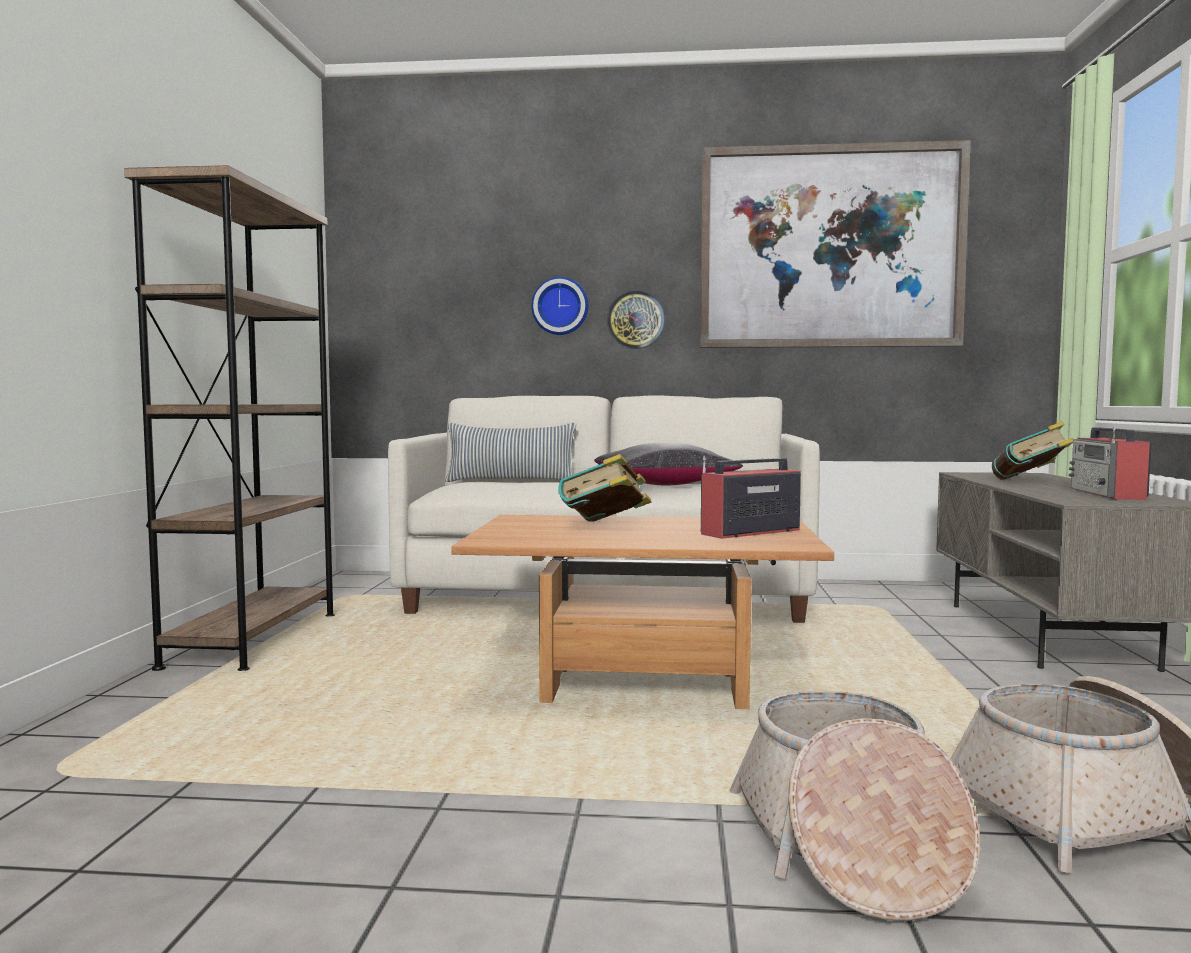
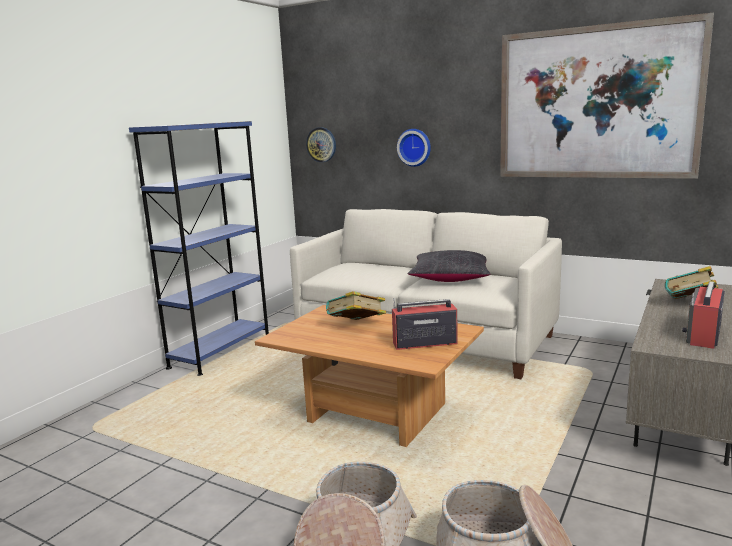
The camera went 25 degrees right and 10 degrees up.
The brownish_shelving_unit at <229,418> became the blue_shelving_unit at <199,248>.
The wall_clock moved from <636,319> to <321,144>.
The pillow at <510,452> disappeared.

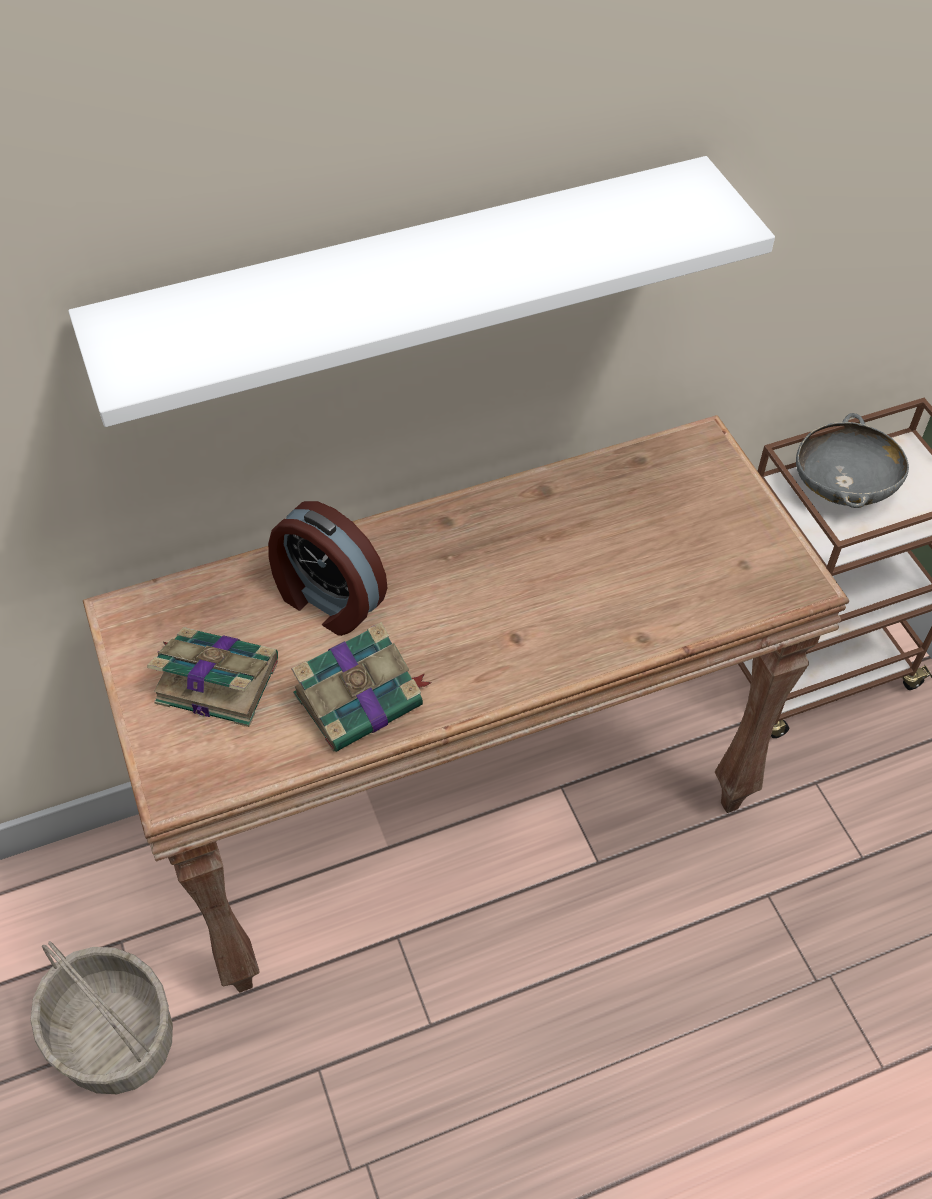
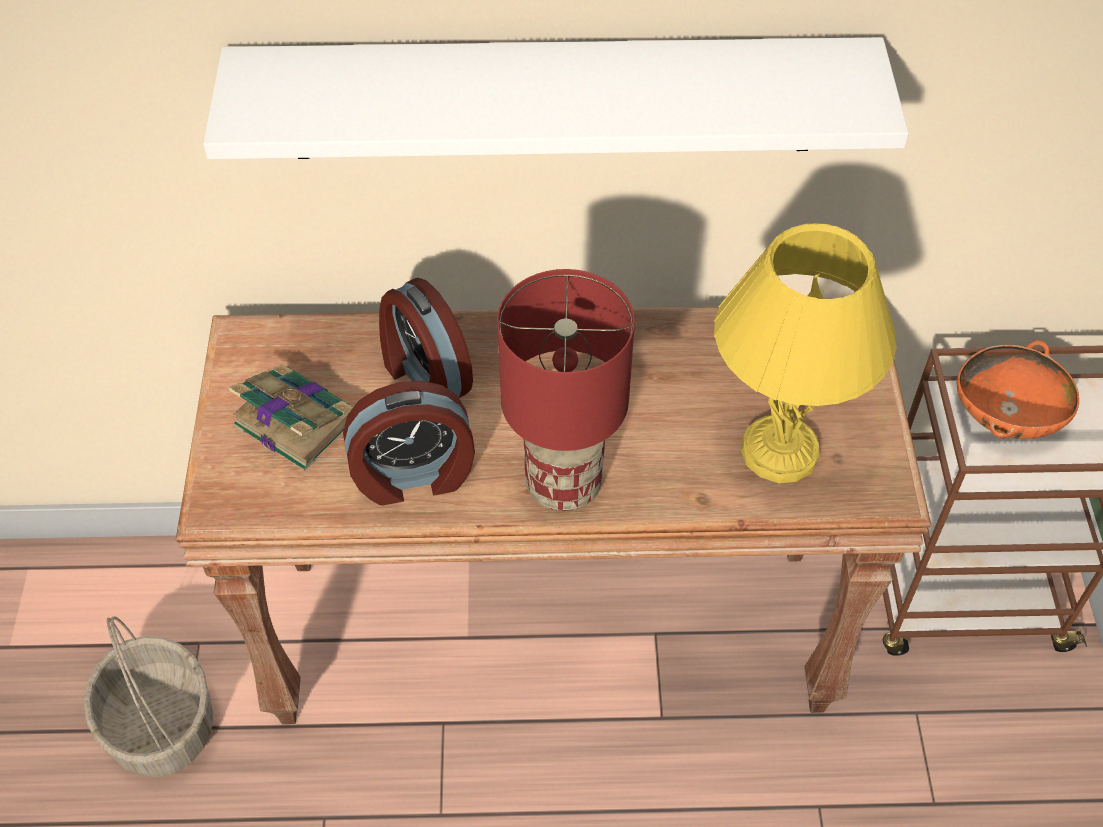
The camera went 20 degrees right and 0 degrees up.
The gray_bowl at <852,460> became the orange_bowl at <1018,389>.
The book at <362,687> was replaced by the table_clock at <409,443>.
The yellowish_lamp_for_a_table at <805,353> appeared.
The red-coloured_lamp_for_a_table at <566,390> appeared.

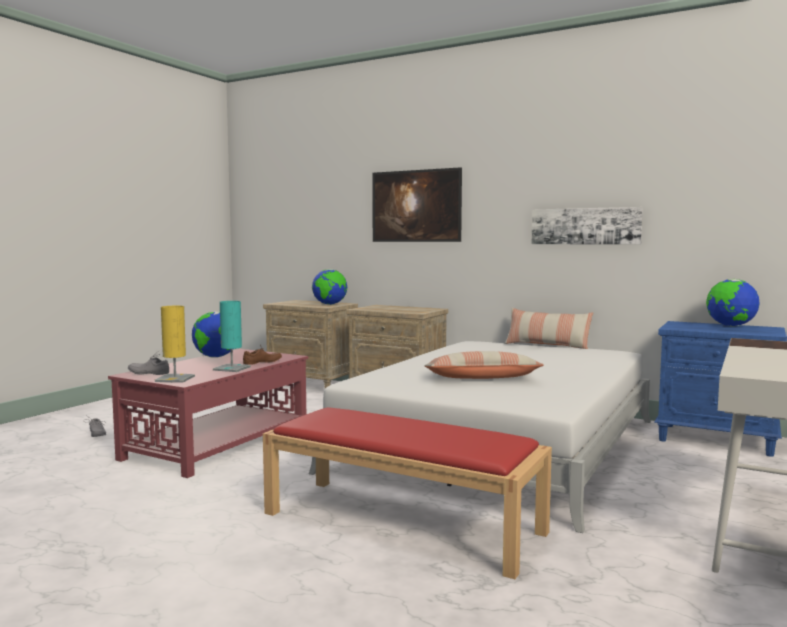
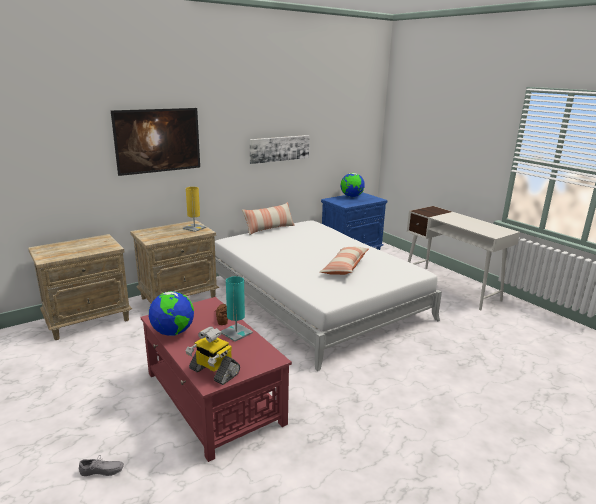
The camera went 65 degrees left and 15 degrees up.
The world_globe at <329,287> disappeared.
The yellowish_lamp_for_a_table moved from <175,344> to <194,209>.
The gray_low_shoe at <148,362> was replaced by the robot_figure at <213,356>.
The red-coloured_bench at <407,493> disappeared.

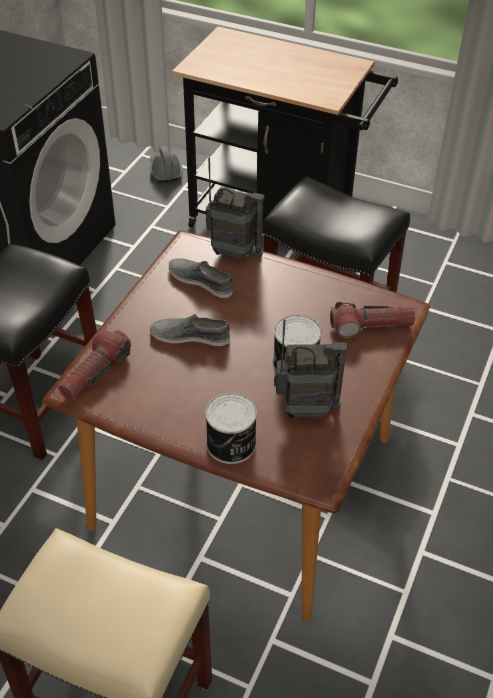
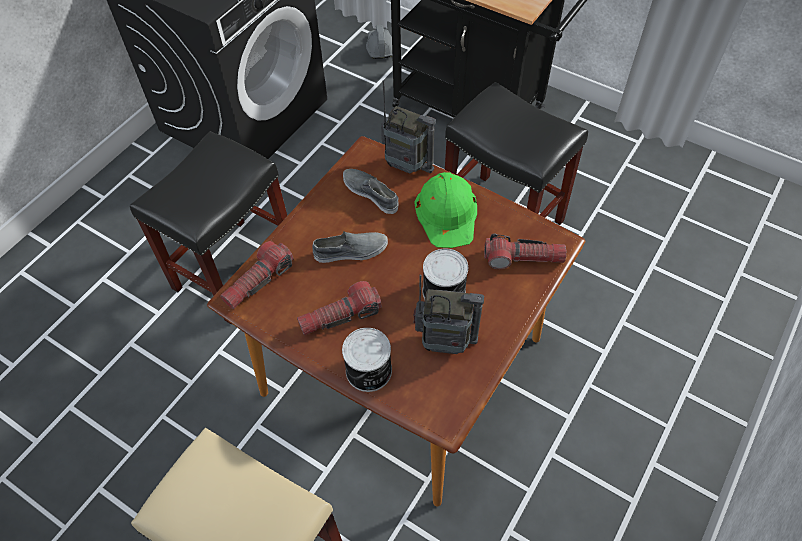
The camera went 10 degrees right and 10 degrees up.
The gray_low_shoe at <190,330> turned 150 degrees clockwise.
The green_hard_hat at <445,210> appeared.
The torch at <339,308> appeared.

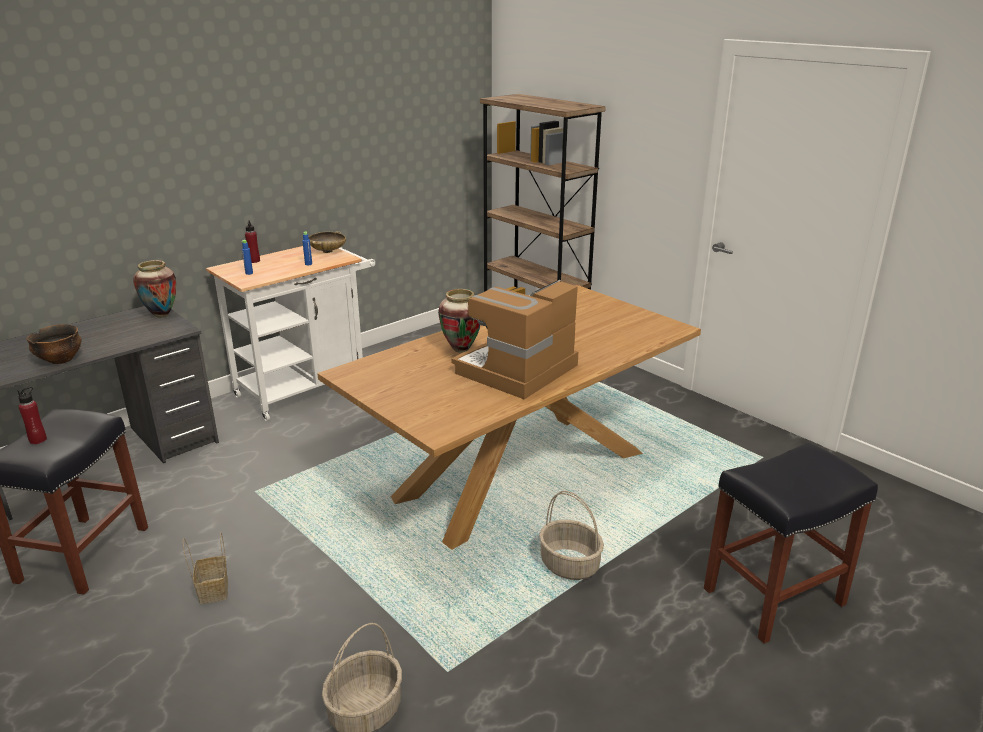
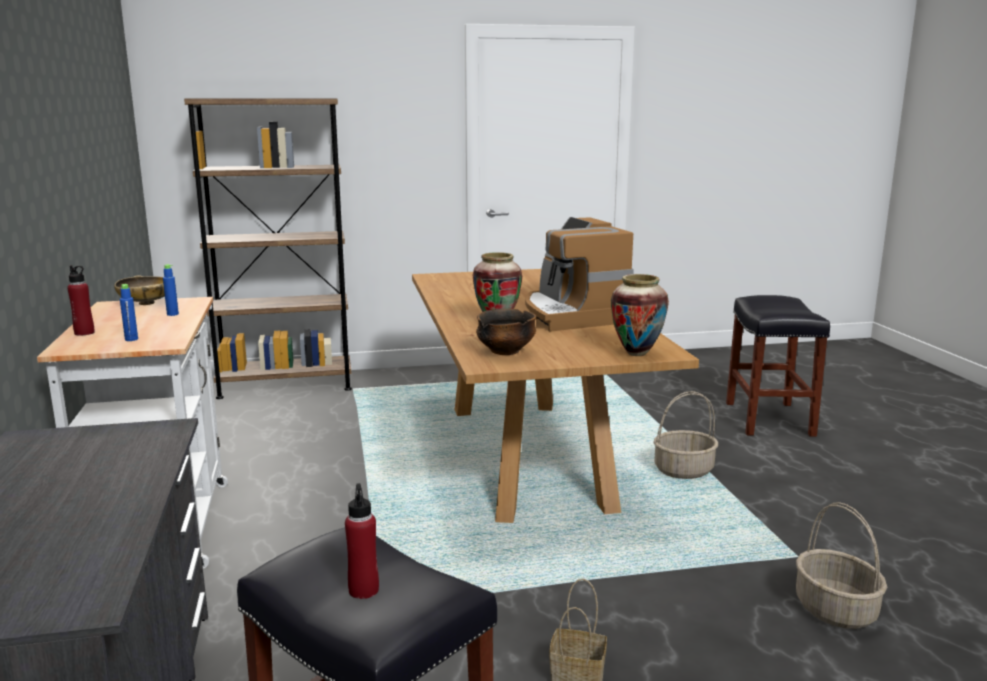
The camera went 60 degrees left and 10 degrees down.
The decorative_vase moved from <154,289> to <640,315>.
The bowl moved from <54,344> to <506,332>.

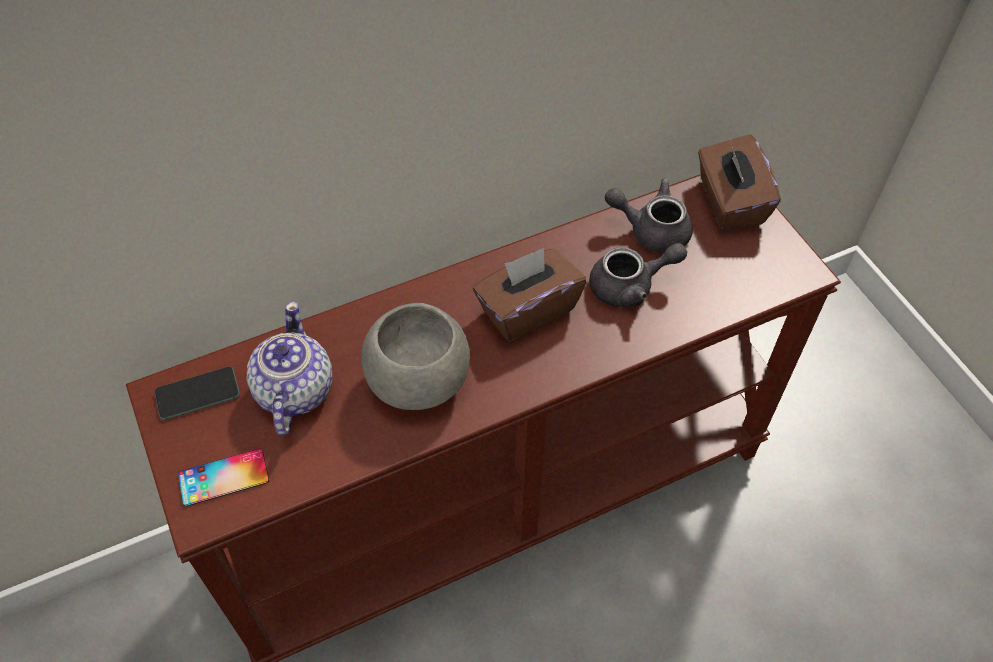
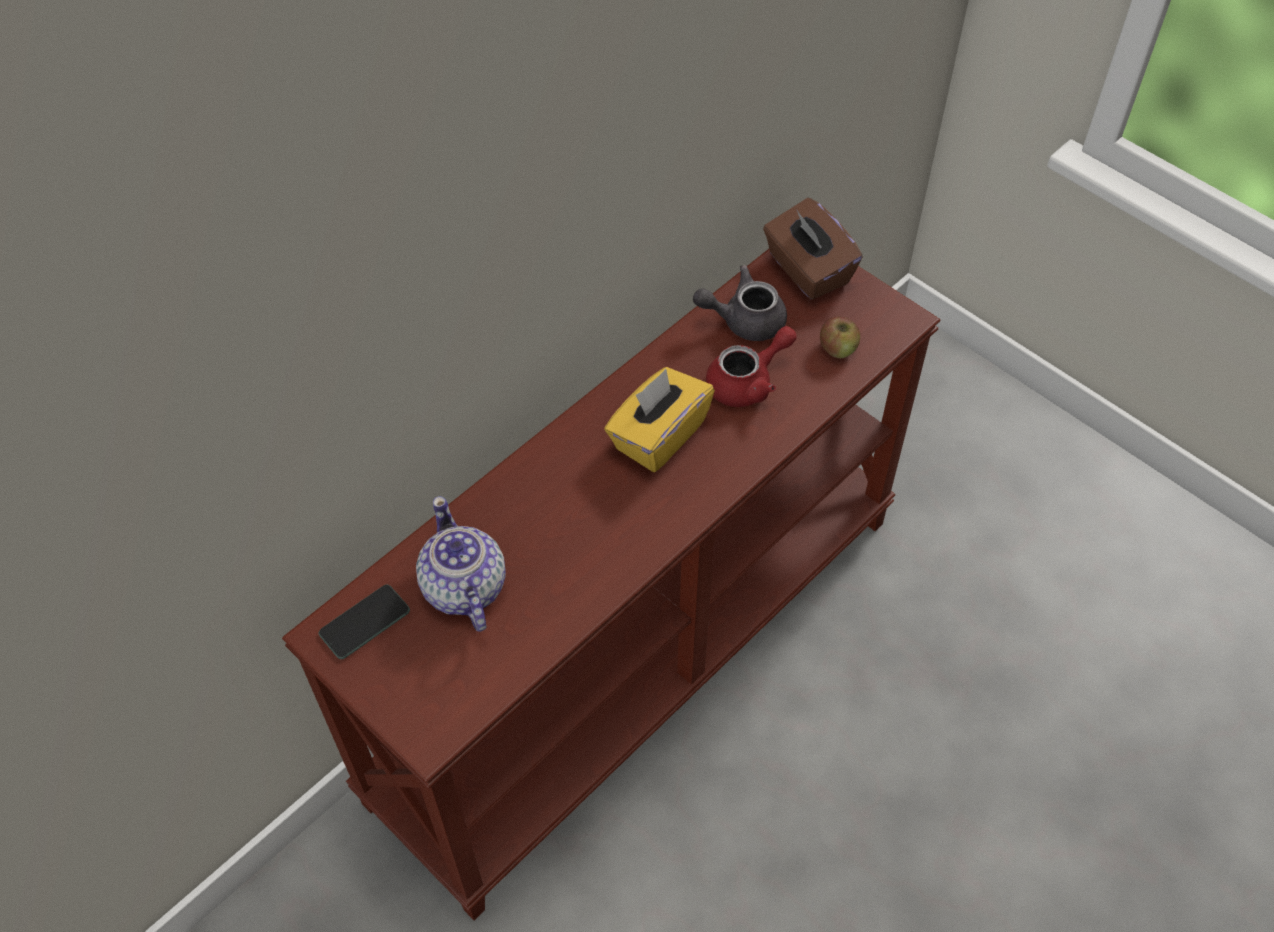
The camera went 20 degrees left and 0 degrees up.
The gray_tea_pot at <638,275> became the red-coloured_tea_pot at <751,366>.
The brownish_tissue_box at <529,294> became the yellowish_tissue_box at <659,419>.
The gray_bowl at <415,356> disappeared.
The phone at <223,478> disappeared.
The apple_fruit at <840,337> appeared.

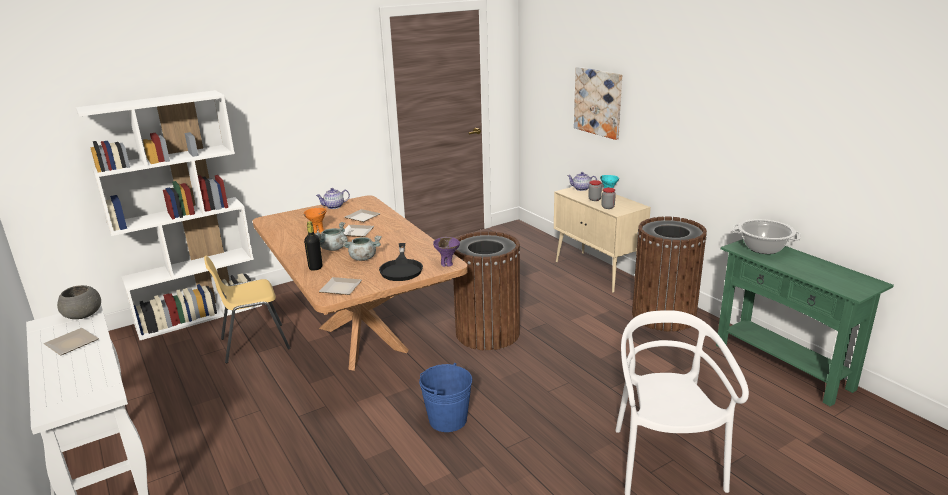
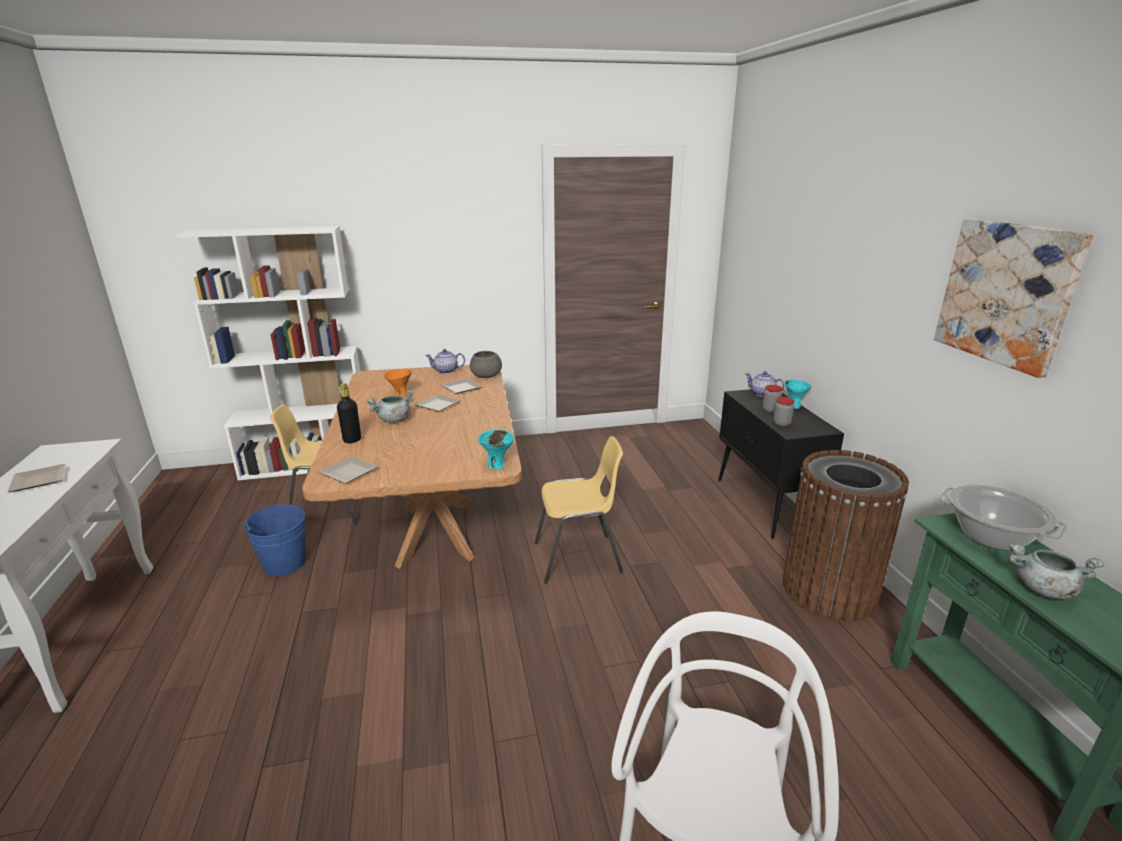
The camera went 20 degrees right and 0 degrees up.
The wall_art moved from <598,103> to <1013,298>.
The beige_storage_cabinet at <602,240> became the black_storage_cabinet at <781,464>.
The brownish_rubbish_bin at <486,291> was replaced by the yellowish_upright_chair at <579,510>.
The gray_stockpot moved from <361,248> to <1056,571>.
The purple_bowl at <446,252> became the blue-green_bowl at <496,449>.
The black_pan at <401,262> disappeared.
The gray_bowl moved from <79,302> to <486,364>.
The blue_bucket moved from <445,397> to <275,540>.

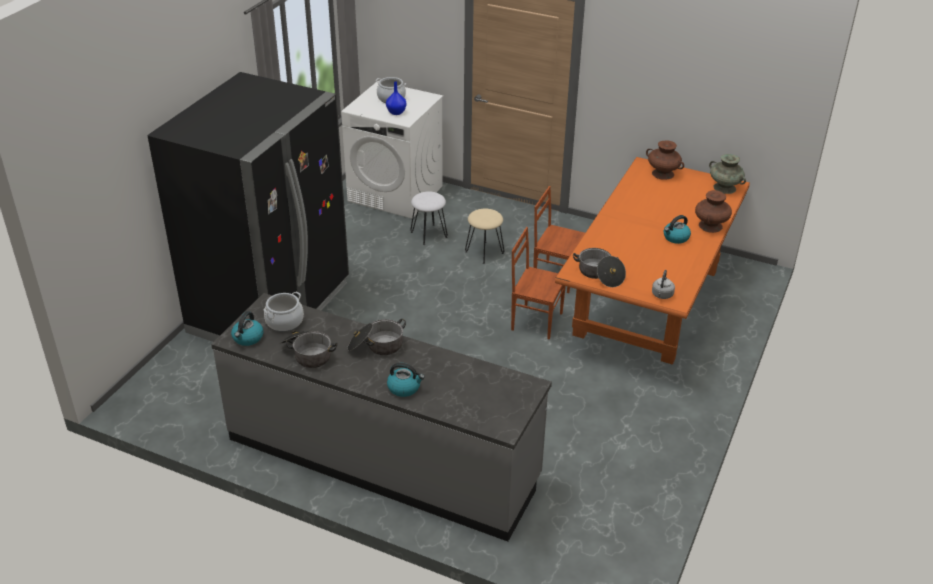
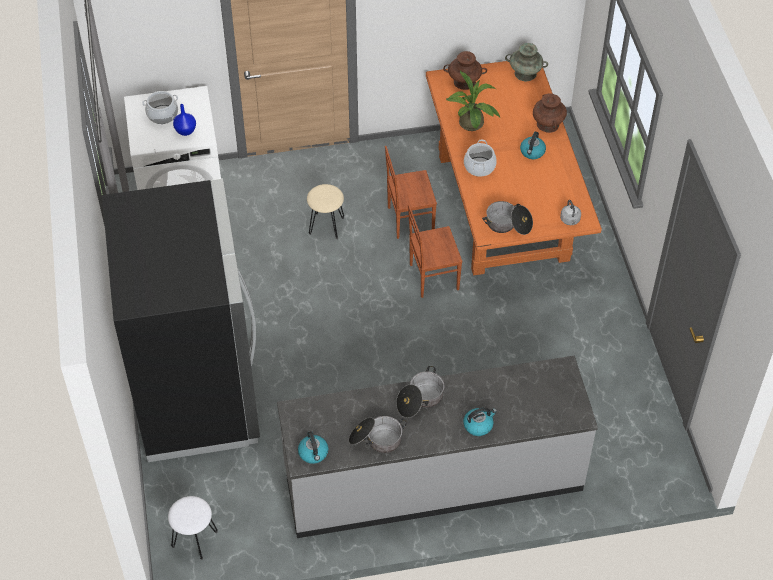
The camera went 35 degrees left and 15 degrees up.
The white_stool moved from <429,218> to <193,527>.
The stockpot moved from <283,312> to <480,158>.
The potted_plant at <473,101> appeared.

